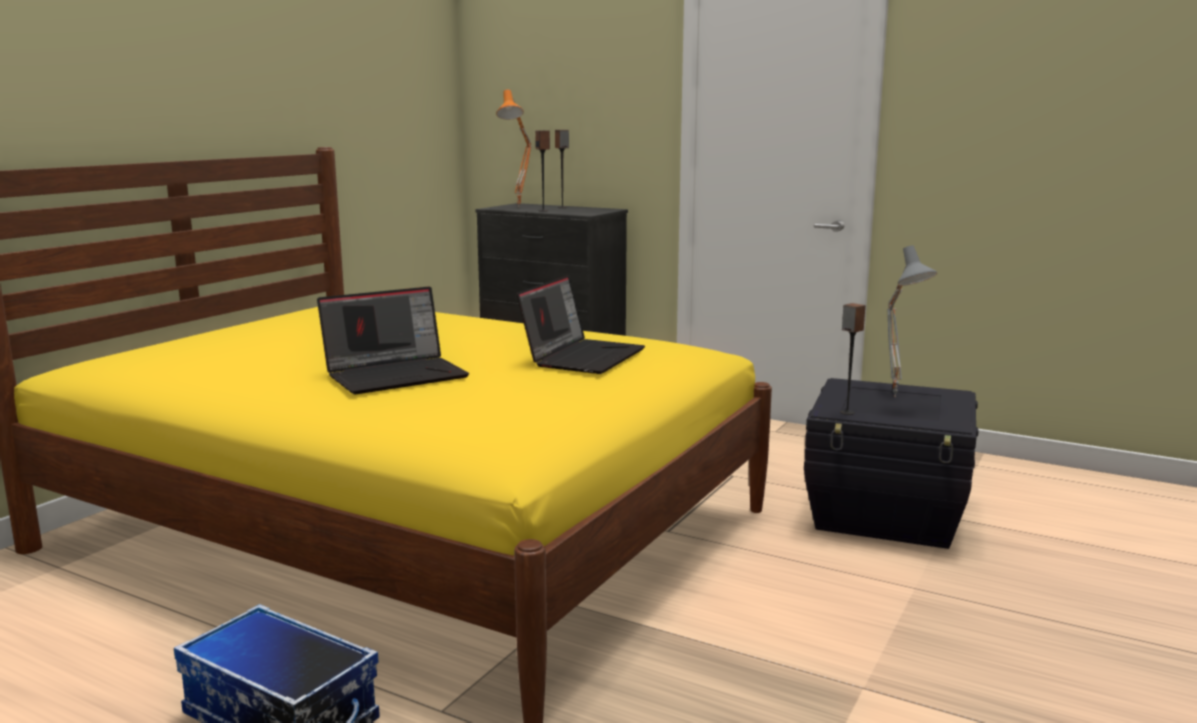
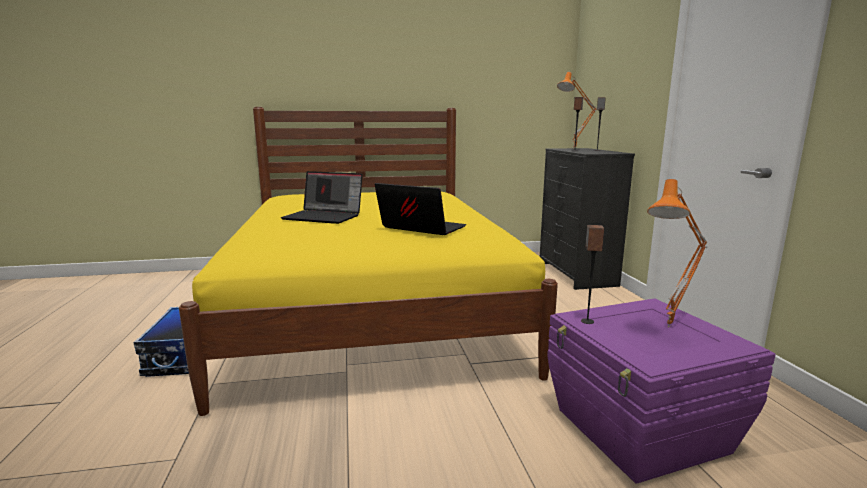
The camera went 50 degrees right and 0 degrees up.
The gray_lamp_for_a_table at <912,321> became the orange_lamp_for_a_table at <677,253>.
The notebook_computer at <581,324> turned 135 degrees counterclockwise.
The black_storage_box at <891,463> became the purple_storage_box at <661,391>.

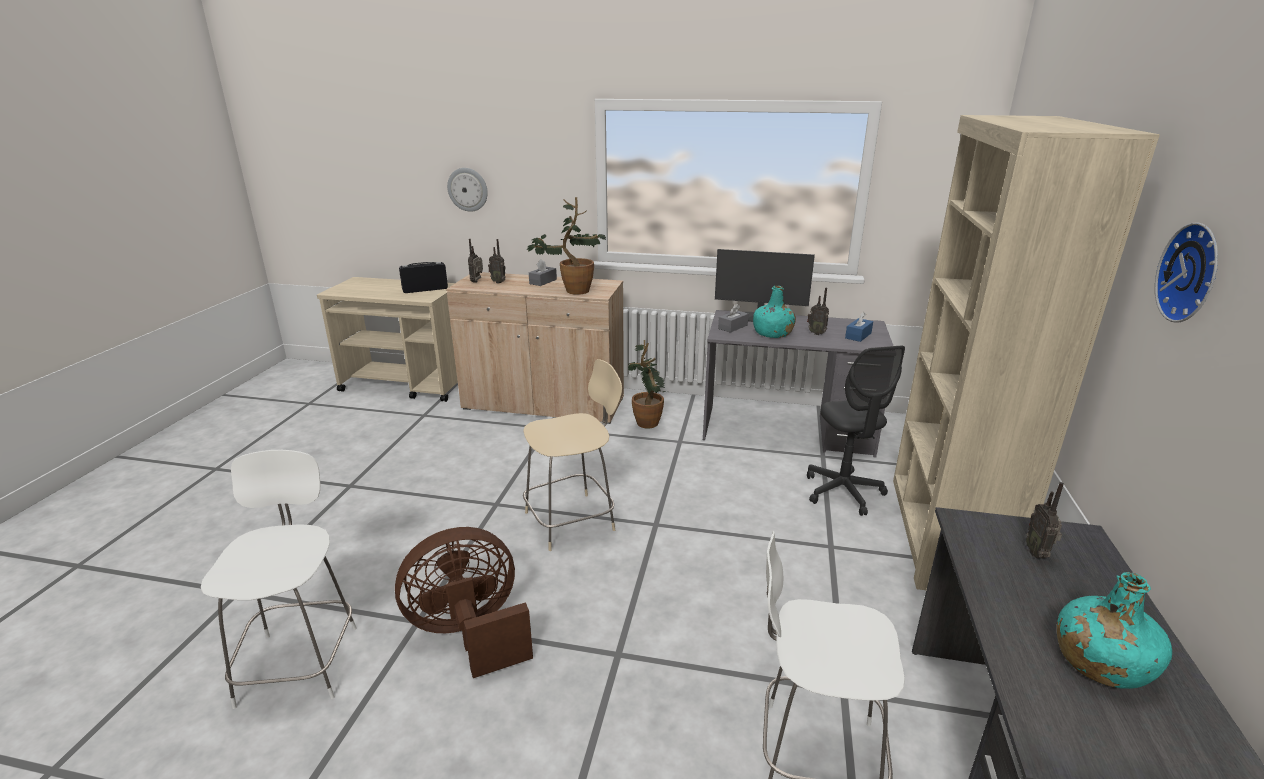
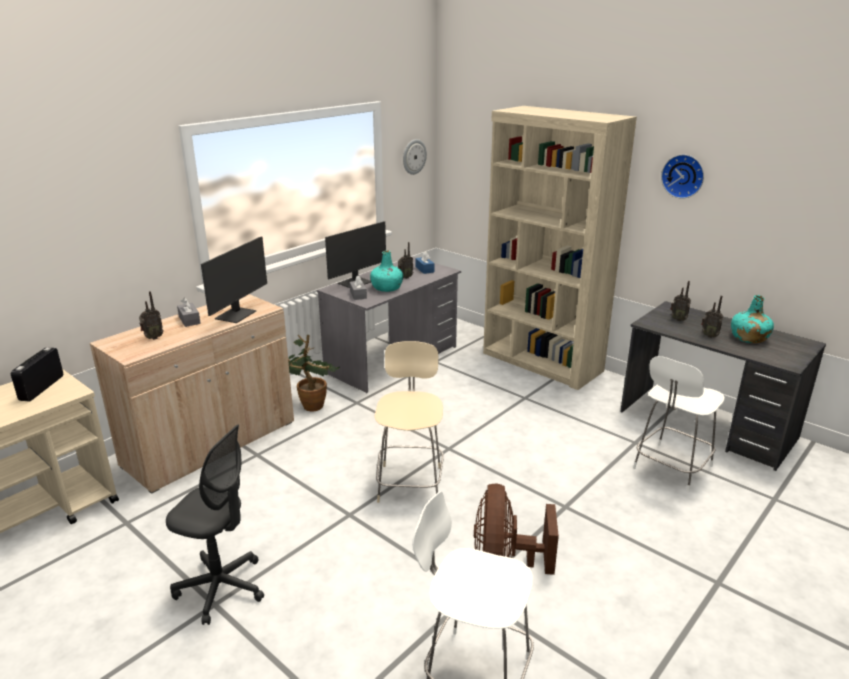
The camera went 60 degrees left and 0 degrees up.
The wall_clock moved from <467,190> to <415,157>.
The potted_plant at <566,246> was replaced by the monitor at <234,279>.
The radio_receiver moved from <475,261> to <712,317>.
The gray_desk_chair moved from <856,431> to <215,524>.

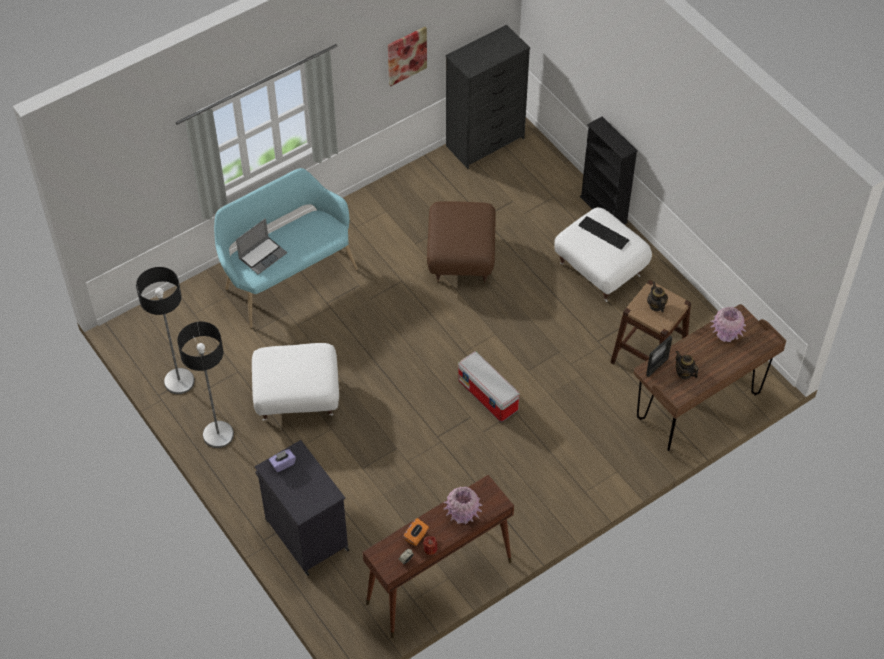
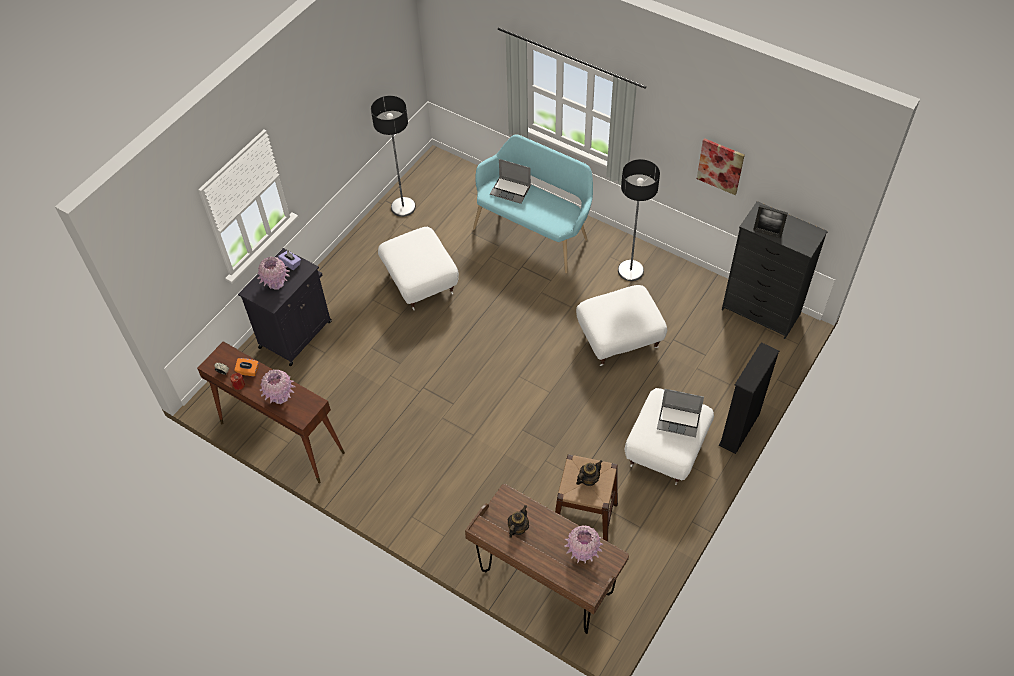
The camera went 70 degrees right and 0 degrees up.
The brownish_ottoman at <461,242> became the white_ottoman at <621,325>.
The computer_keyboard at <603,233> was replaced by the notebook_computer at <680,413>.
The standard_lamp moved from <205,384> to <639,220>.
The standing_frame moved from <659,356> to <770,221>.
The storage_box at <489,386> disappeared.
The pinkish_decorative_vase at <273,273> appeared.

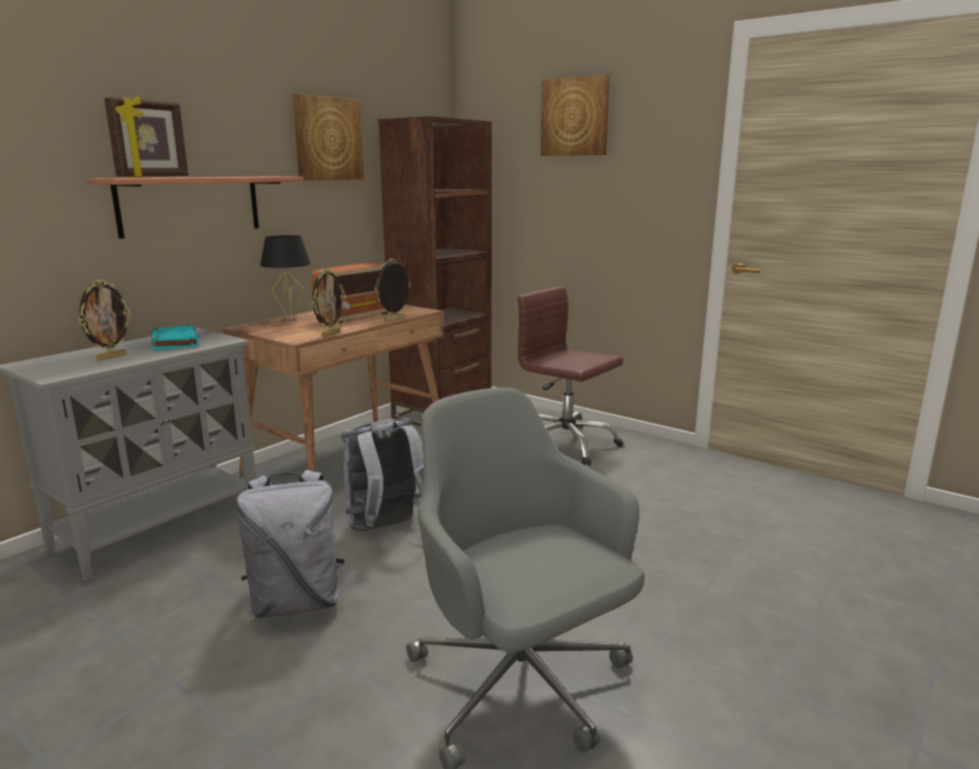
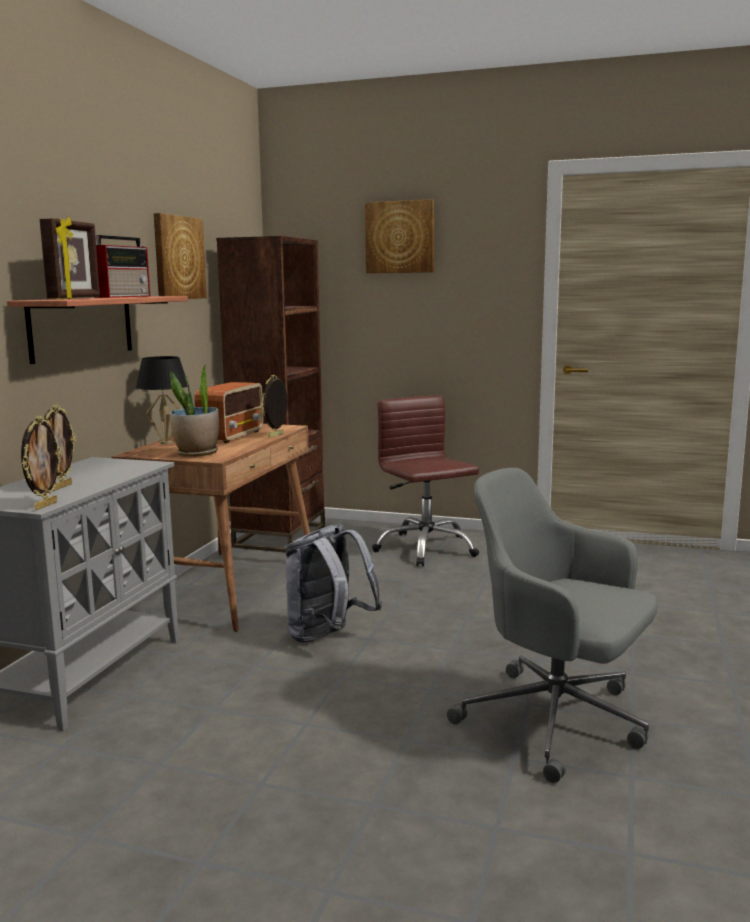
The camera went 20 degrees left and 5 degrees down.
The standing_frame moved from <329,302> to <41,463>.
The brownish_desk_chair at <570,376> turned 45 degrees clockwise.
The blue-green_book at <175,338> disappeared.
The gray_knapsack at <290,544> disappeared.
The radio_receiver at <122,266> appeared.
The potted_plant at <194,411> appeared.

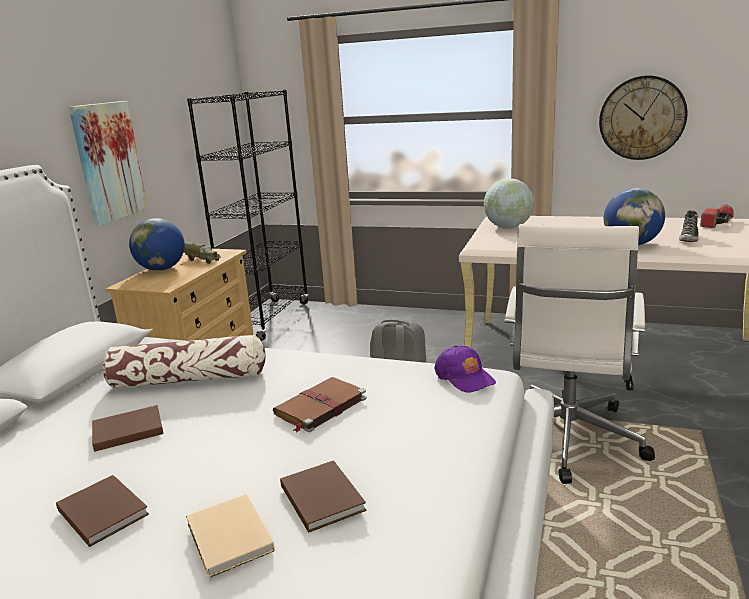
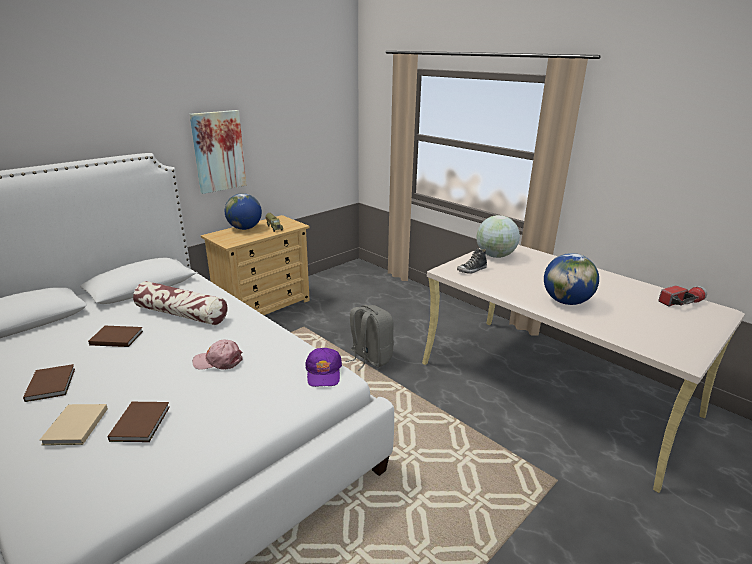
The camera went 25 degrees right and 5 degrees up.
The wall_clock at <643,118> disappeared.
The black_shelving_unit at <248,215> disappeared.
The low_shoe moved from <689,226> to <472,261>.
The white_desk_chair at <580,354> disappeared.
The brownish_book at <320,405> was replaced by the pinkish_baseball_cap at <218,355>.

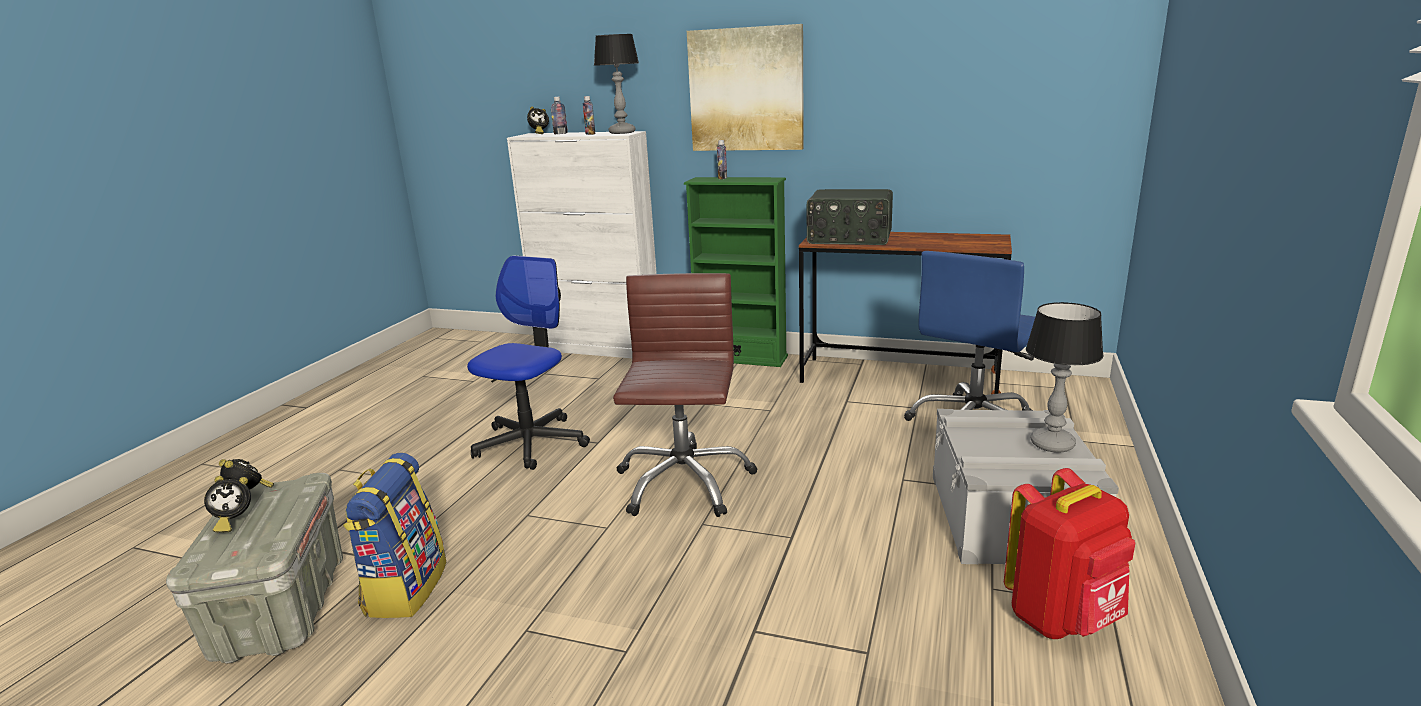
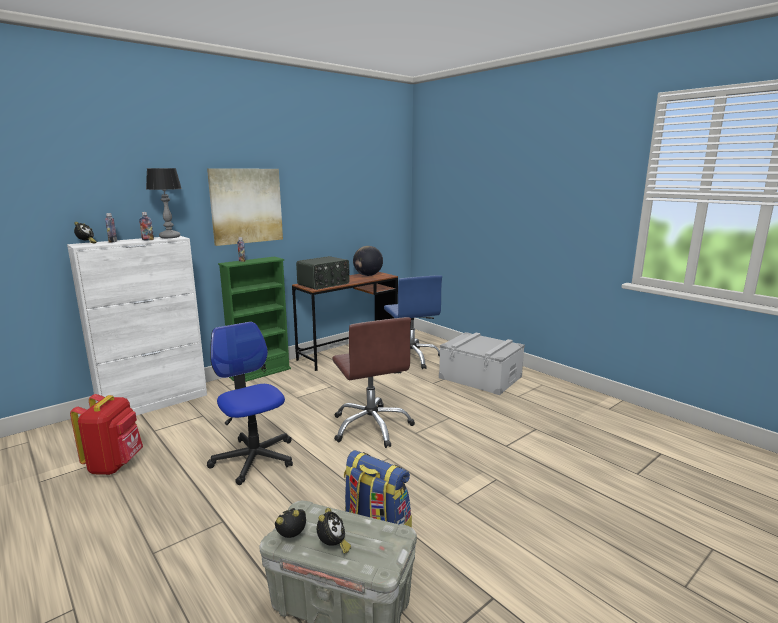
The camera went 60 degrees left and 5 degrees down.
The brownish_desk_chair at <685,395> turned 150 degrees counterclockwise.
The lamp_for_a_table at <1065,377> disappeared.
The red-coloured_knapsack moved from <1069,553> to <106,434>.
The world_globe at <368,261> appeared.

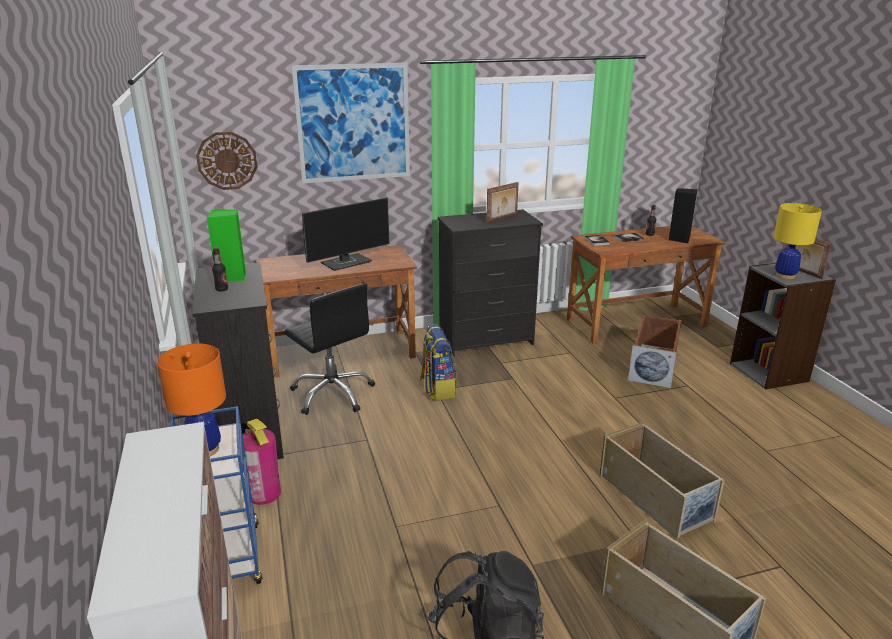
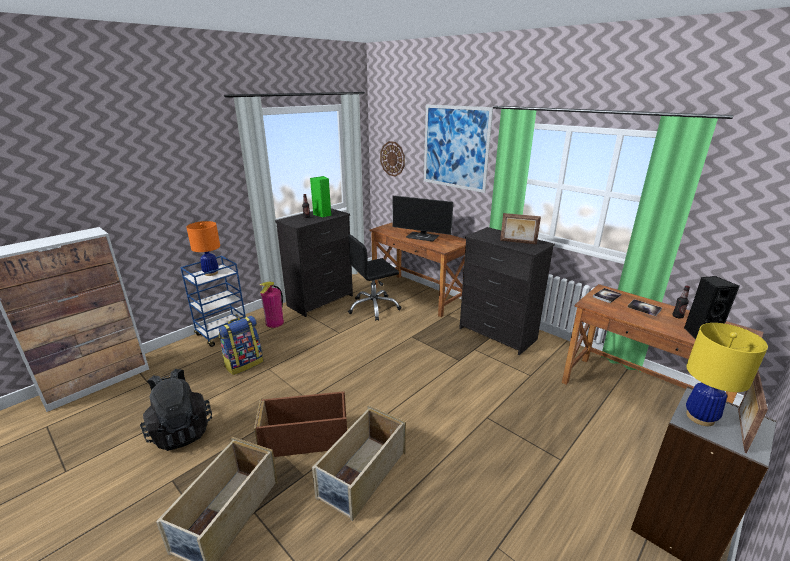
The camera went 60 degrees right and 0 degrees up.
The black_desk_chair at <329,349> turned 45 degrees clockwise.
The brownish_storage_box moved from <654,351> to <300,424>.
The knapsack moved from <438,362> to <240,345>.

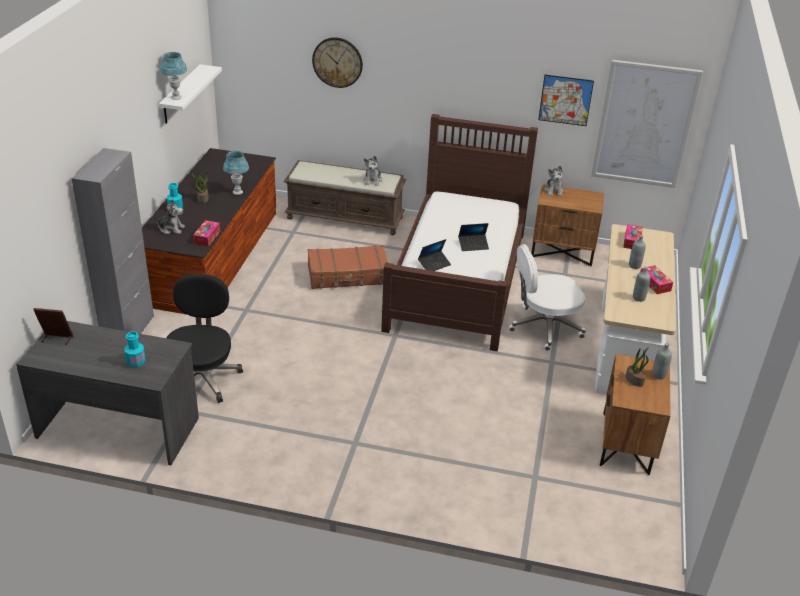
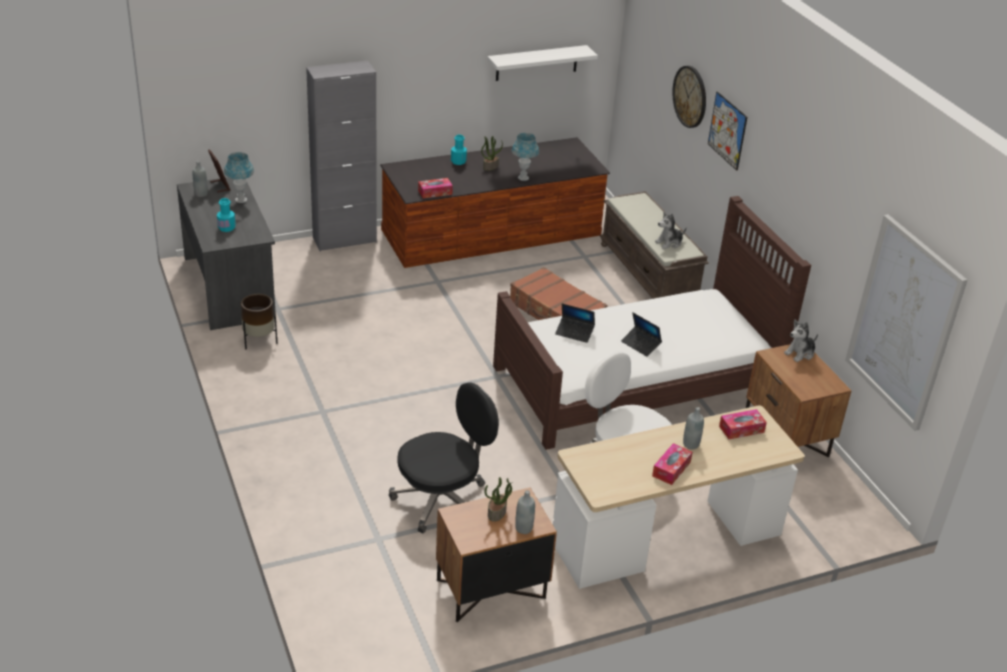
The camera went 55 degrees right and 0 degrees up.
The blue_lamp_for_a_table moved from <173,76> to <239,177>.
The wall_art moved from <566,100> to <727,131>.
The cuddly_toy at <169,216> disappeared.
The gray_drink_bottle moved from <641,284> to <200,179>.
The black_desk_chair moved from <204,338> to <444,457>.
The brownish_planter at <258,321> appeared.

